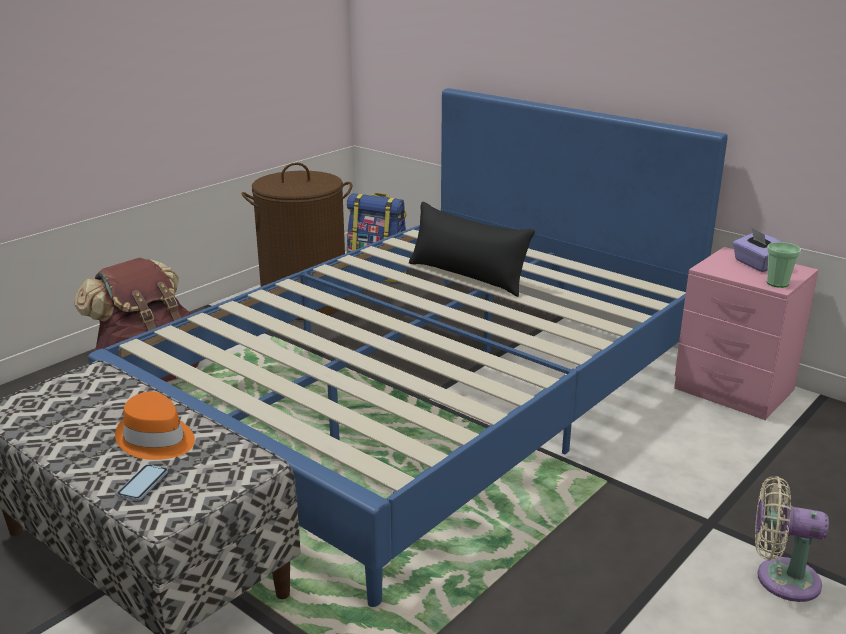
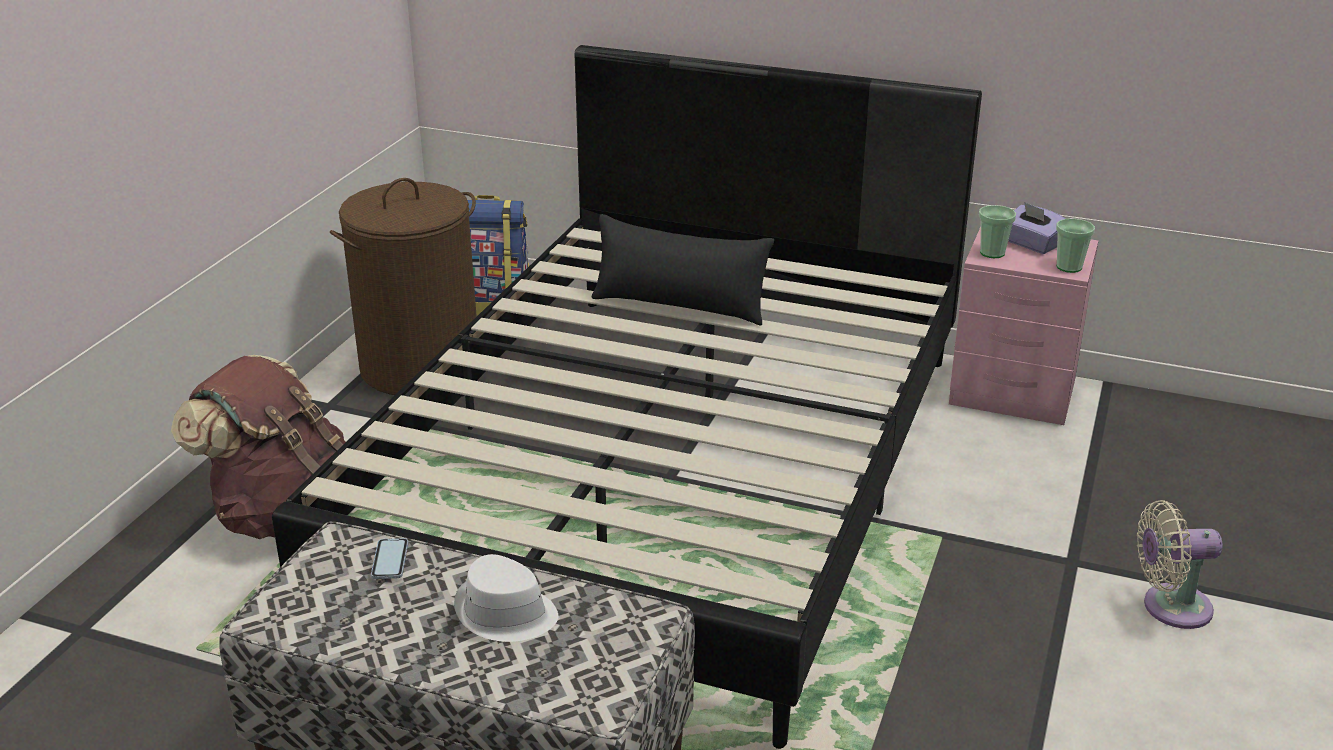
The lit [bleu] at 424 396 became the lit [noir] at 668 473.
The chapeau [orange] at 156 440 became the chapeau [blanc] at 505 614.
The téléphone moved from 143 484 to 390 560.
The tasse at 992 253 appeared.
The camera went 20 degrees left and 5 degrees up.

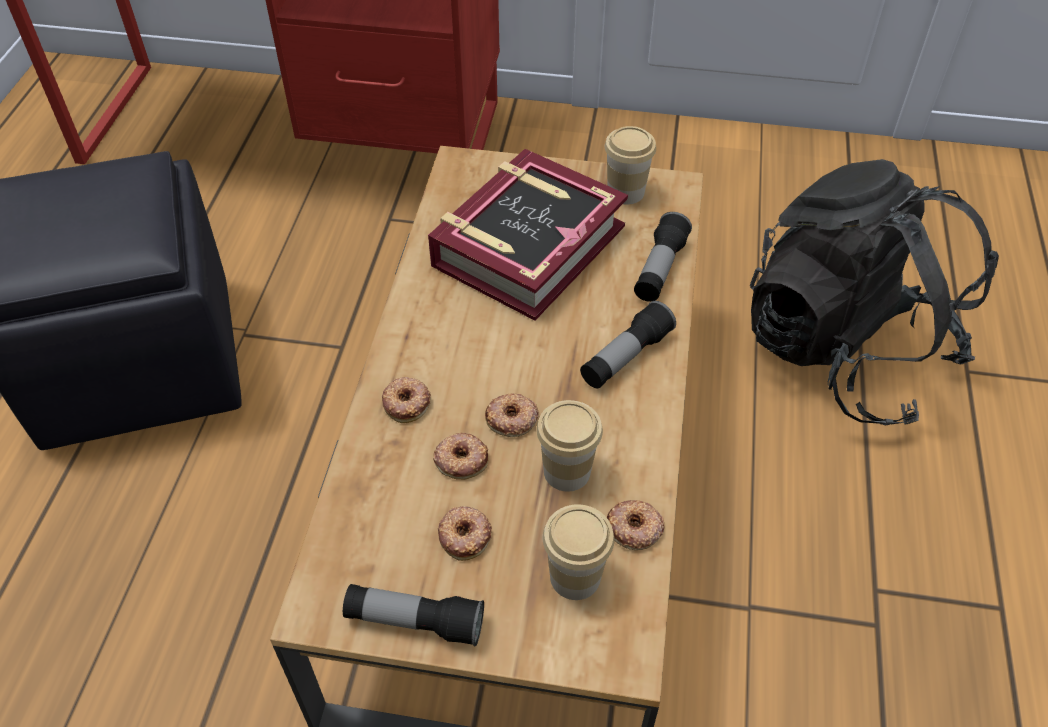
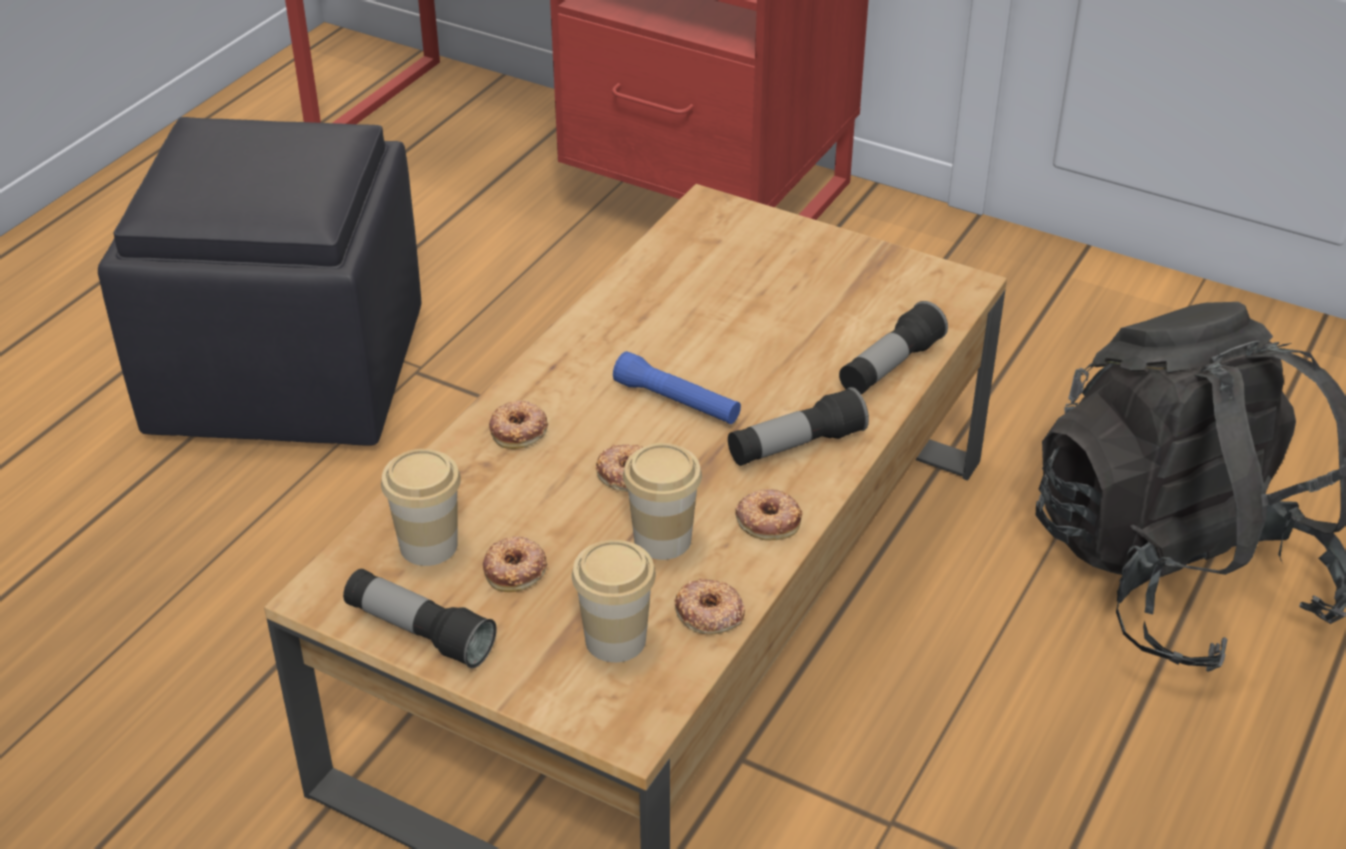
The livre at 527 246 disappeared.
The beignet moved from 461 459 to 768 519.
The tasse moved from 625 192 to 428 545.
The lampe de poche [bleu] at 677 402 appeared.
The camera went 20 degrees right and 10 degrees down.

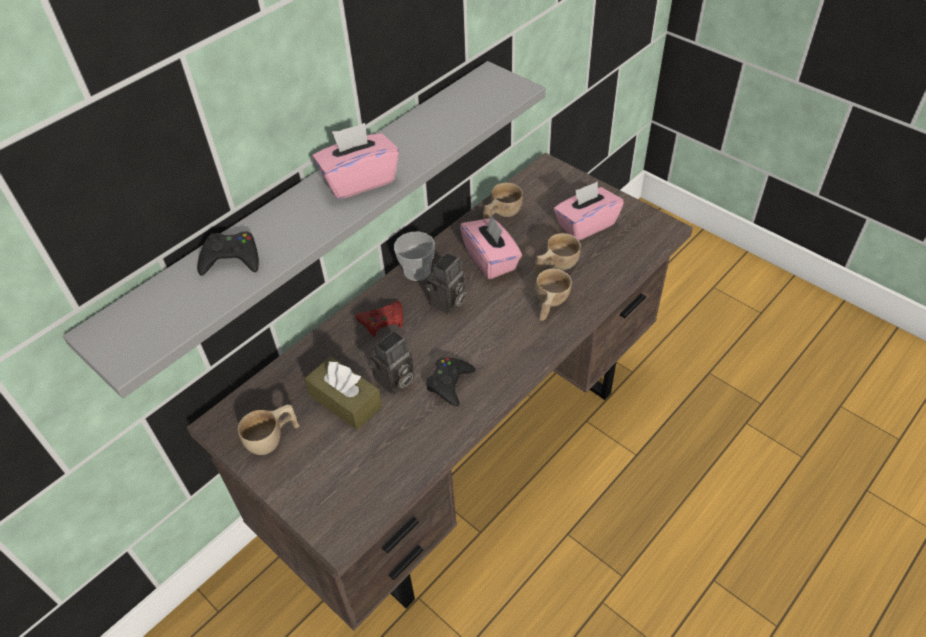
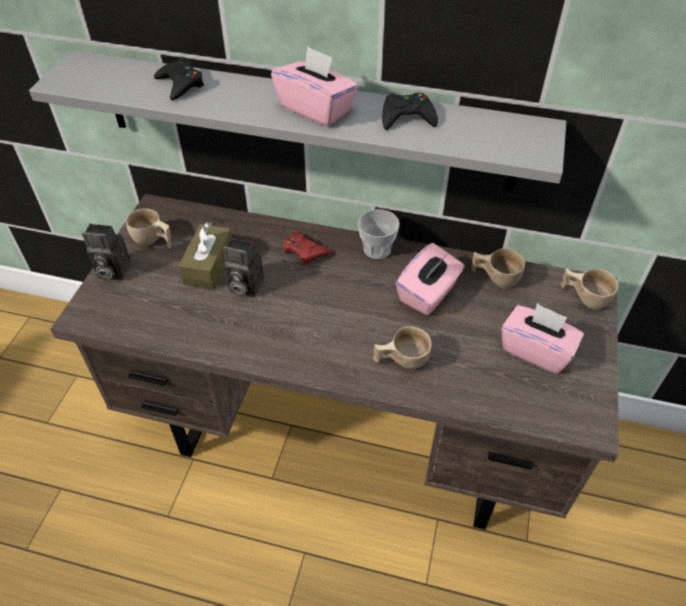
The appareil photo moved from 447 303 to 111 271.
The manette [noir] moved from 449 383 to 407 117.
The tasse [beige] moved from 555 266 to 584 297.
The camera went 60 degrees right and 0 degrees up.

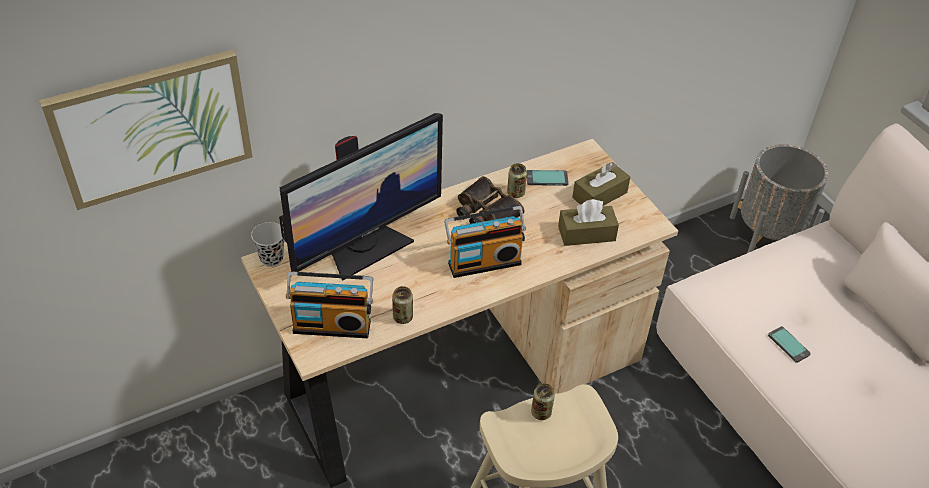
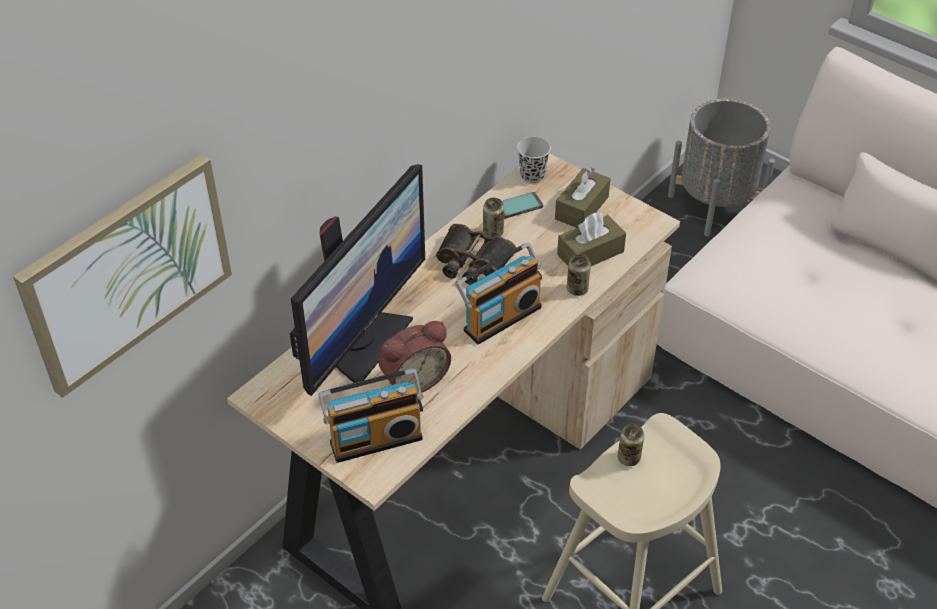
The tasse [noir] moved from 271 258 to 532 175.
The boîte métallique moved from 403 317 to 577 289.
The téléphone at 788 345 disappeared.
The réveil at 413 379 appeared.
The camera went 20 degrees left and 0 degrees up.

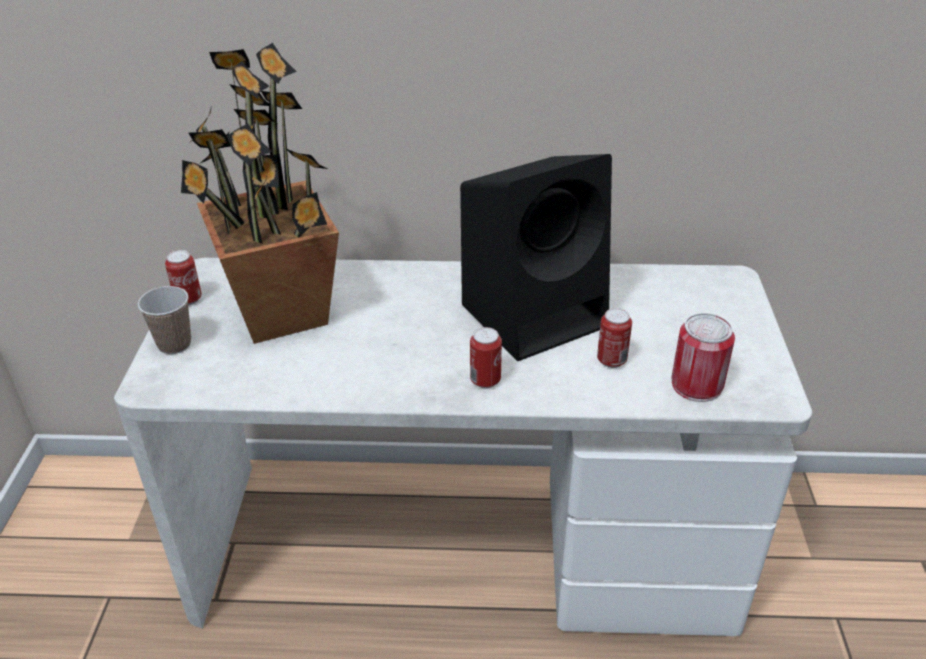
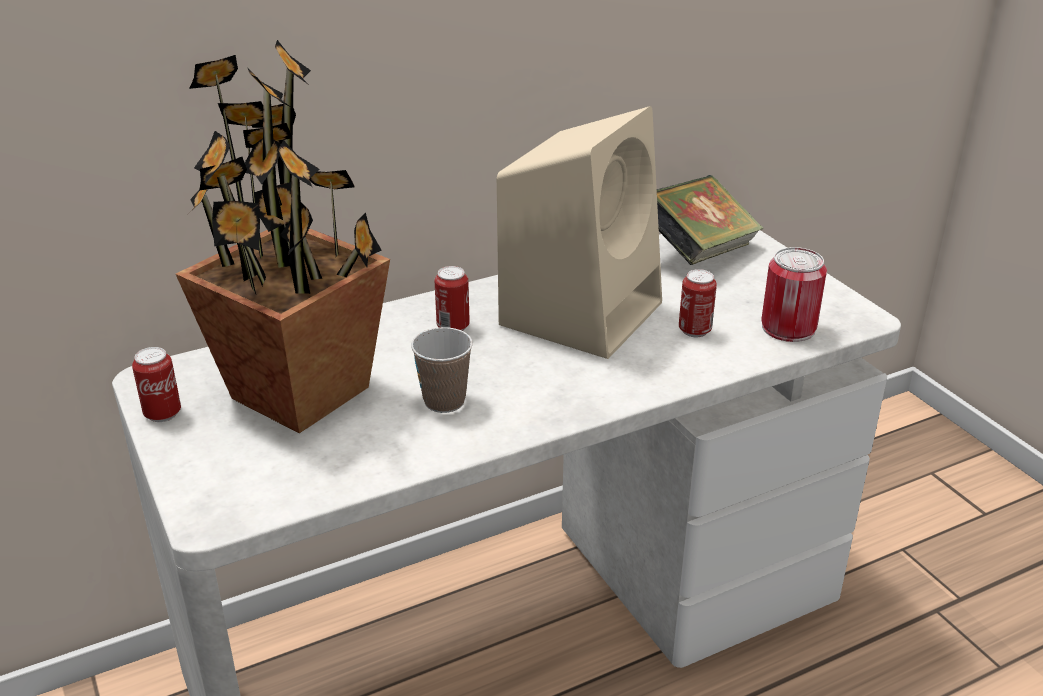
The tasse moved from 174 344 to 444 401.
The enceinte [noir] at 536 314 became the enceinte [beige] at 582 311.
The boîte métallique moved from 485 380 to 453 327.
The livre at 698 253 appeared.
The camera went 30 degrees left and 5 degrees down.

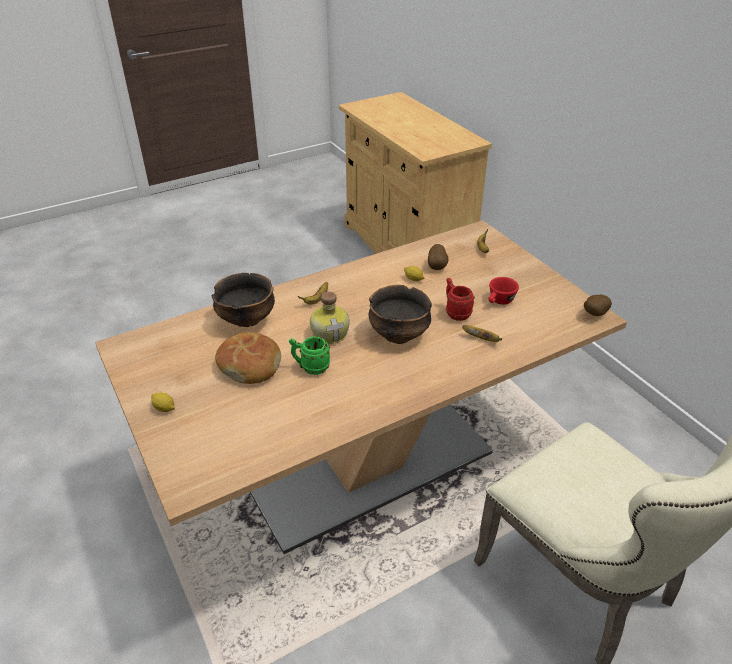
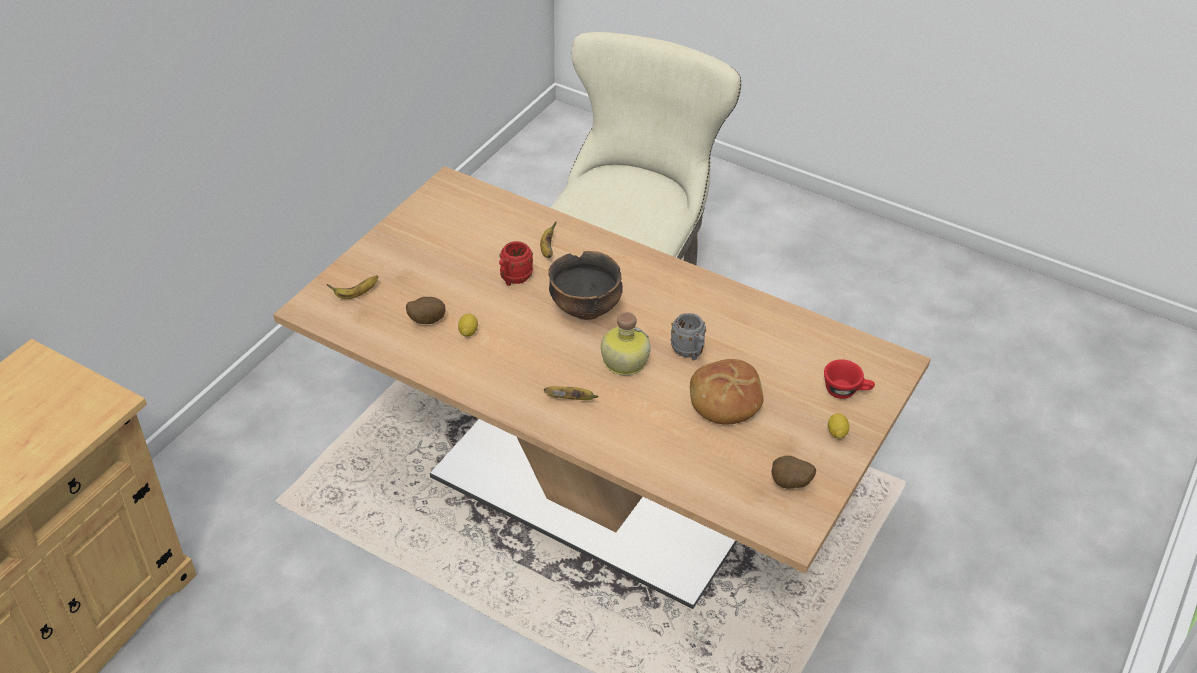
The bol at 247 320 disappeared.
The mug [vert] at 310 367 became the mug [gris] at 689 353.
The tasse [rouge] moved from 499 302 to 846 391.
The pomme de terre moved from 593 314 to 790 484.
The camera went 120 degrees left and 5 degrees up.

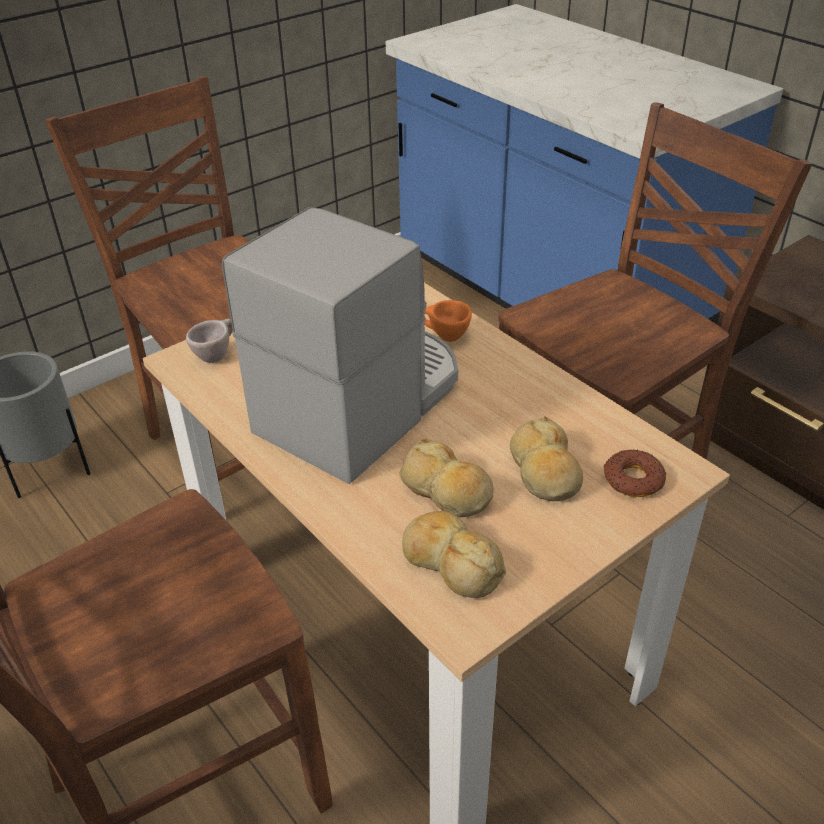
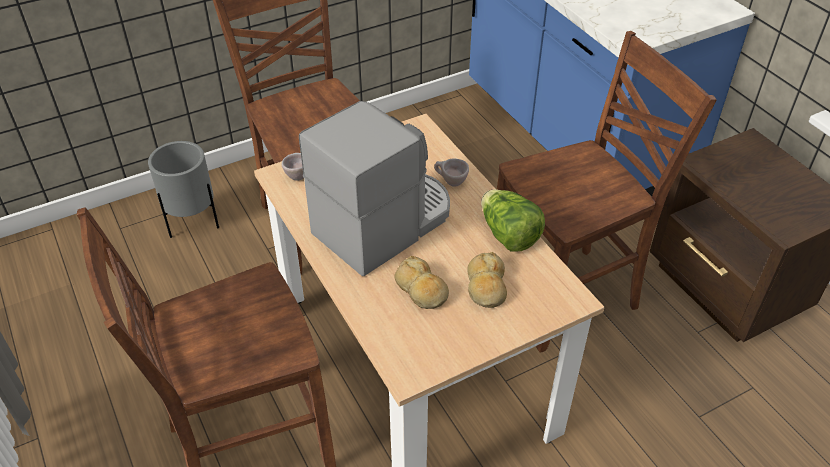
The pain at 451 563 disappeared.
The tasse [orange] at 444 337 became the tasse [beige] at 450 182.
The beignet at 633 479 disappeared.
The laitue at 508 235 appeared.
The camera went 10 degrees right and 5 degrees up.

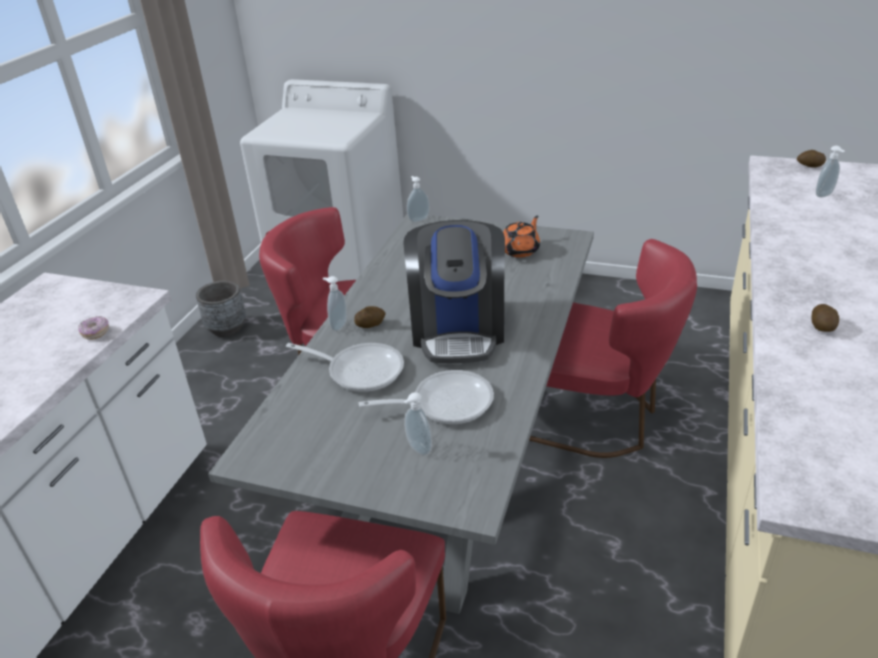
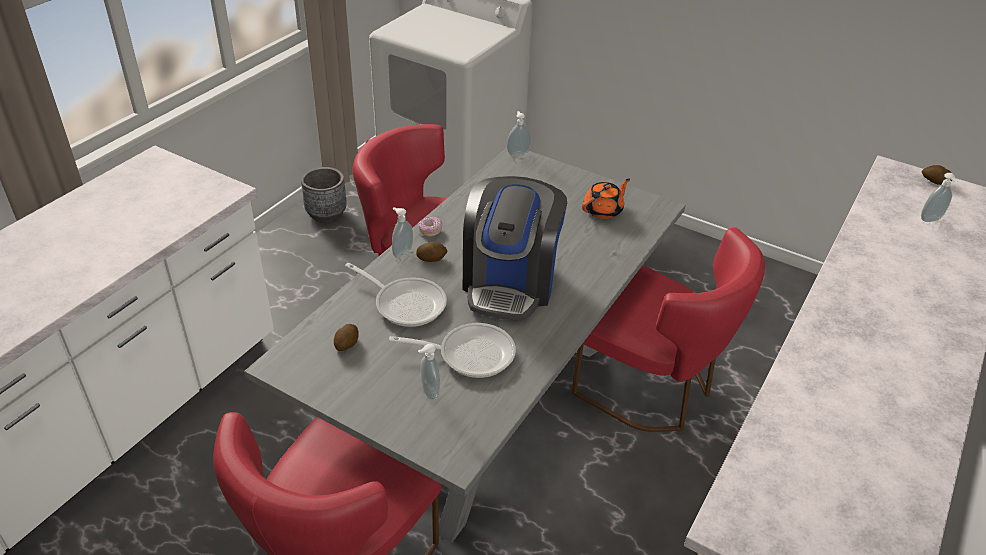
The beignet moved from 96 333 to 430 231.
The pomme de terre moved from 822 327 to 347 345.
The camera went 10 degrees right and 5 degrees up.

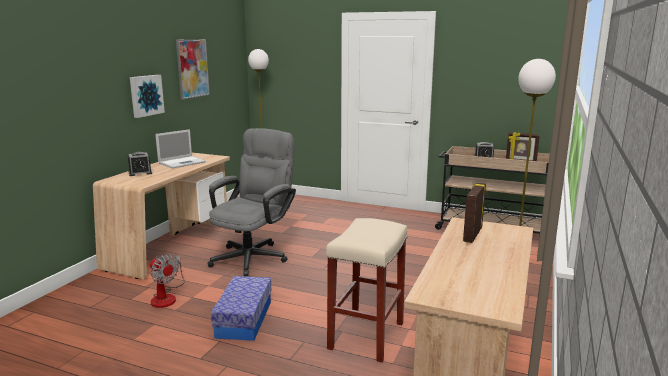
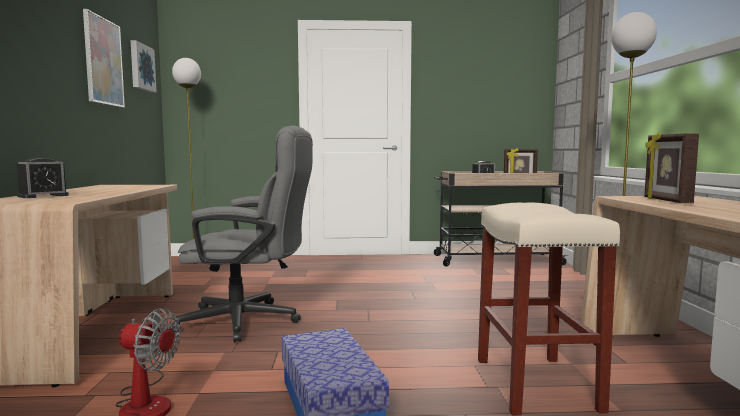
The tableau moved from 146 95 to 141 67.
The ordinateur portable at 183 162 disappeared.
The chaise de bureau [gris] at 254 256 turned 90 degrees clockwise.
The camera went 25 degrees left and 10 degrees down.

